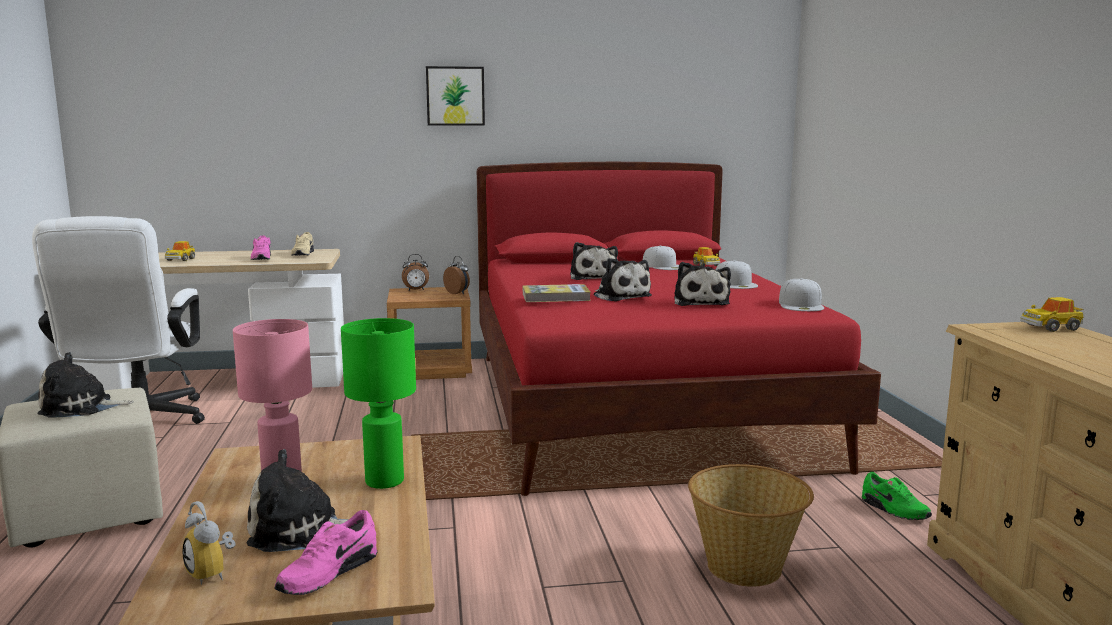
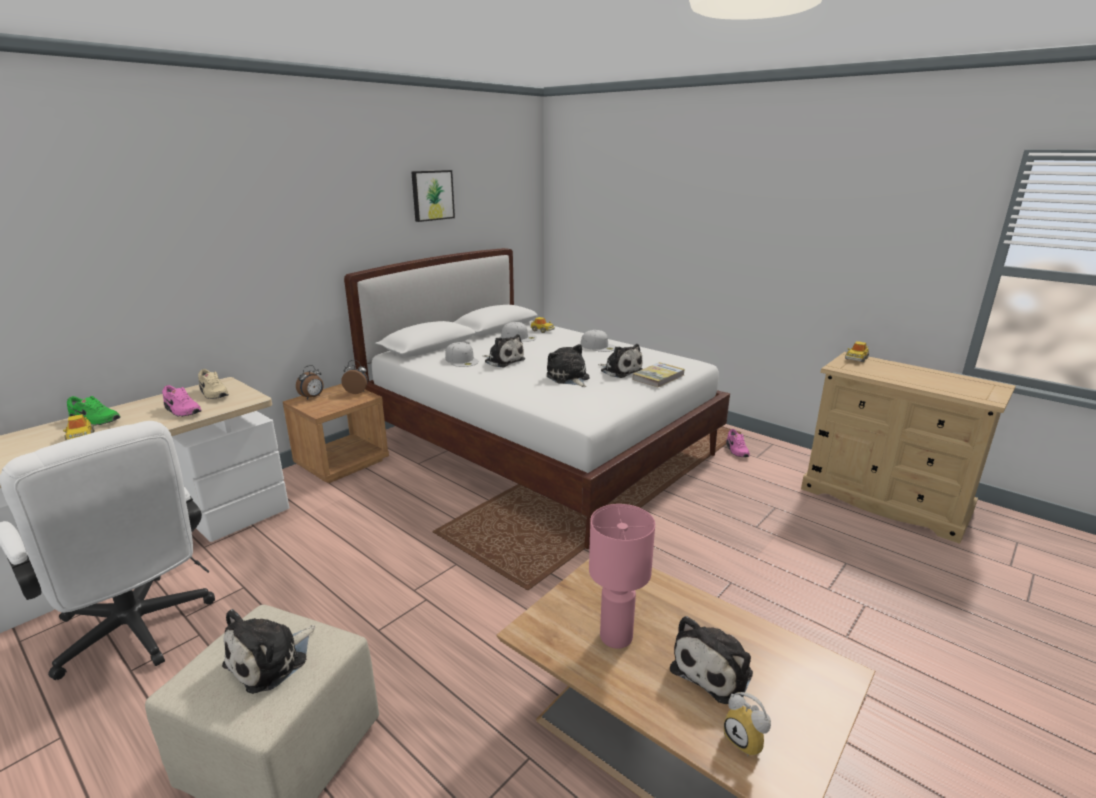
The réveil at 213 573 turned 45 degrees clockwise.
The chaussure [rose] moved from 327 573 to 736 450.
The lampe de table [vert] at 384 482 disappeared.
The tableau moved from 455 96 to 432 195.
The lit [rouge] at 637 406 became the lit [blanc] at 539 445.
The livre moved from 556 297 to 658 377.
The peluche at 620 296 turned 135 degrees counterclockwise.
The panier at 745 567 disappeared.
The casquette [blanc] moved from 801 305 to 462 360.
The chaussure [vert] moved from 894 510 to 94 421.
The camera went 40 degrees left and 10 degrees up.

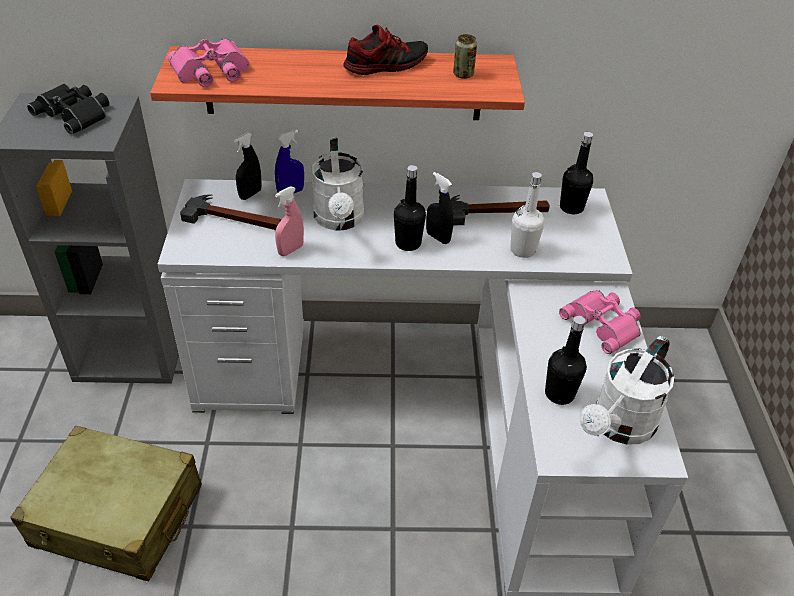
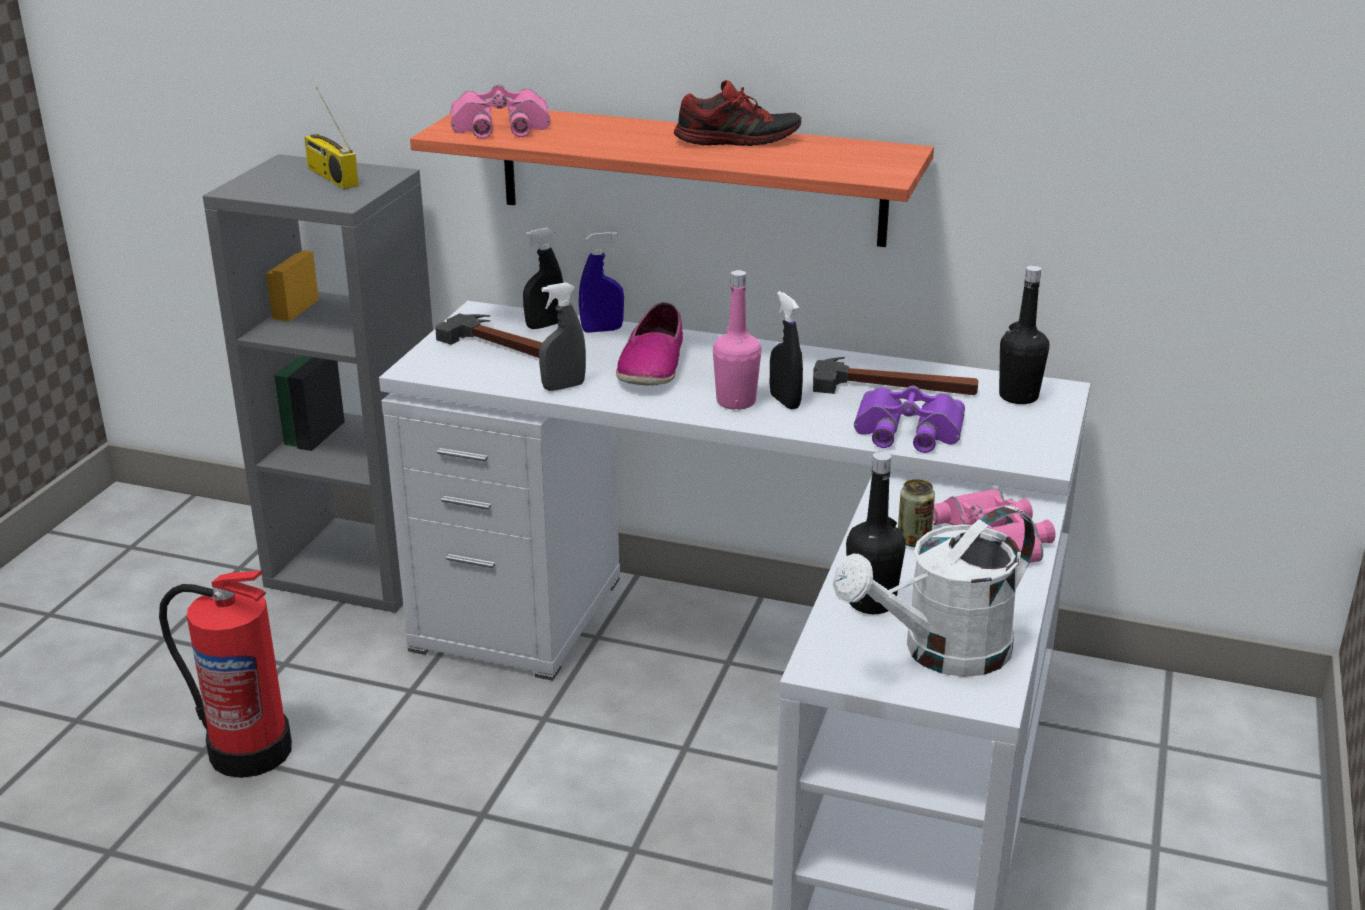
The valise [beige] at 118 516 was replaced by the extincteur at 248 749.
The jumelles [noir] at 75 113 was replaced by the radio at 330 176.
The vaporisateur [rose] at 290 250 became the vaporisateur [gris] at 563 387.
The arrosoir [blanc] at 339 221 was replaced by the chaussure at 652 366.
The bouteille [noir] at 408 243 became the bouteille [rose] at 736 402.
The boîte métallique moved from 463 74 to 913 540.
The bouteille [blanc] at 523 250 was replaced by the jumelles [violet] at 907 431.
The camera went 20 degrees right and 15 degrees down.

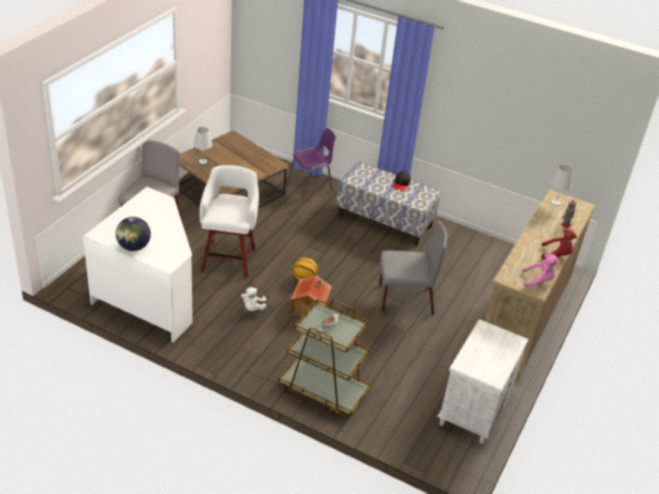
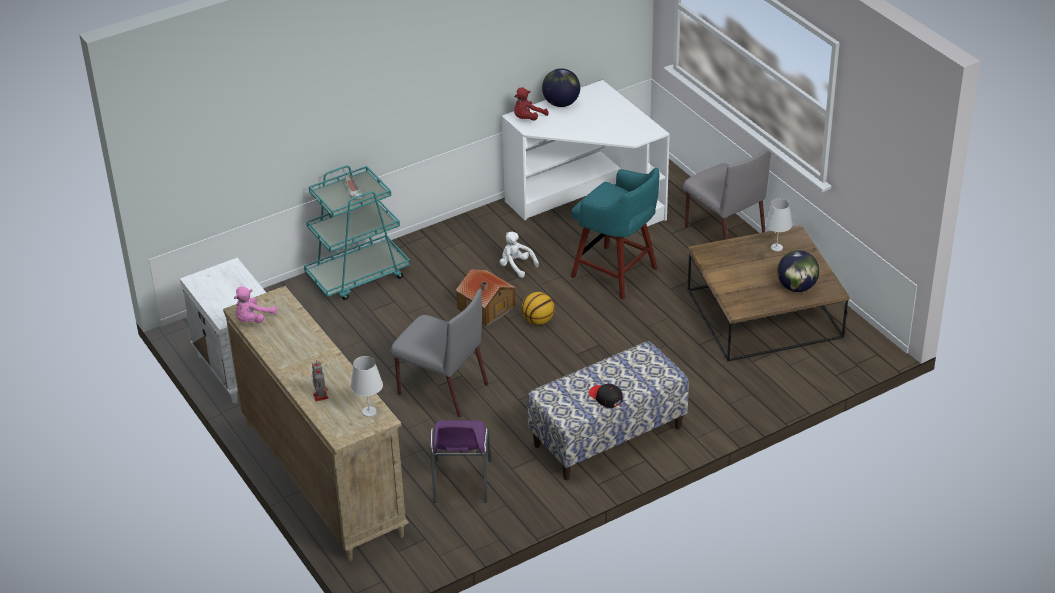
The tabouret [blanc] at 229 258 became the tabouret [turquoise] at 616 274.
The chariot [marron] at 323 390 became the chariot [turquoise] at 358 276.
The chaise [violet] moved from 310 187 to 461 483.
The chaise [gris] at 404 299 turned 90 degrees counterclockwise.
The peluche [rouge] moved from 556 255 to 528 118.
The globe at 796 287 appeared.
The camera went 125 degrees right and 0 degrees up.

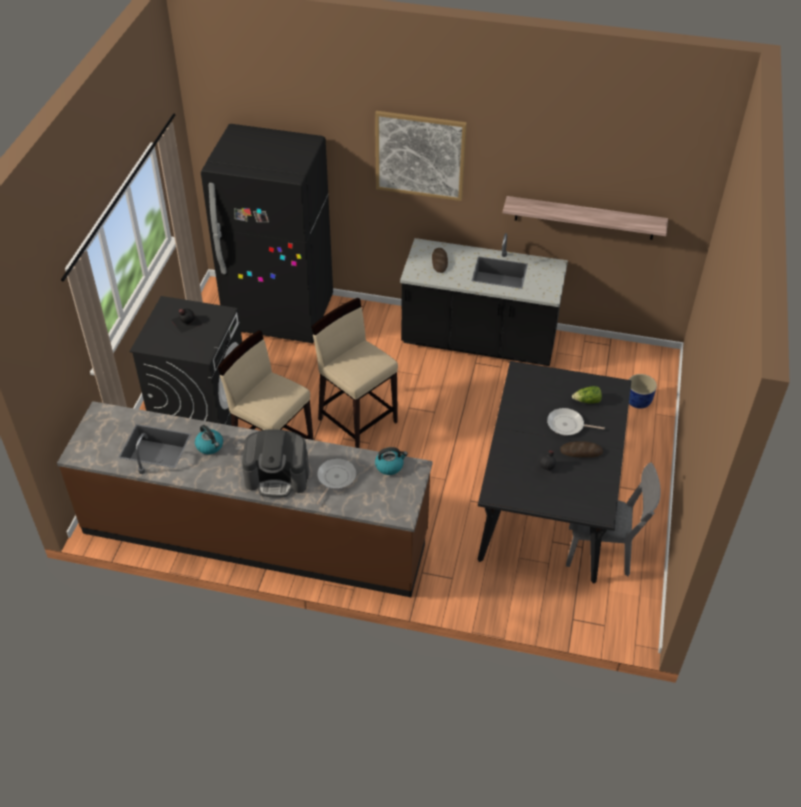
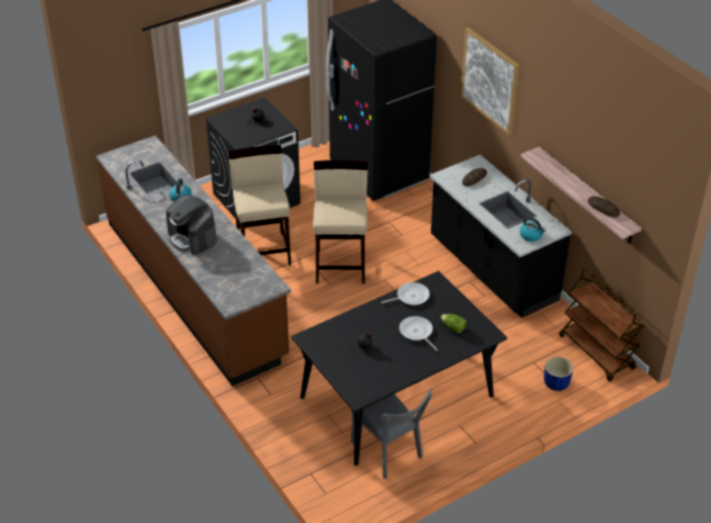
The poêle moved from 335 478 to 410 296.
The bouilloire moved from 389 466 to 531 235.
The pain moved from 581 452 to 603 208.
The chariot [marron] at 597 352 appeared.
The camera went 45 degrees right and 5 degrees down.

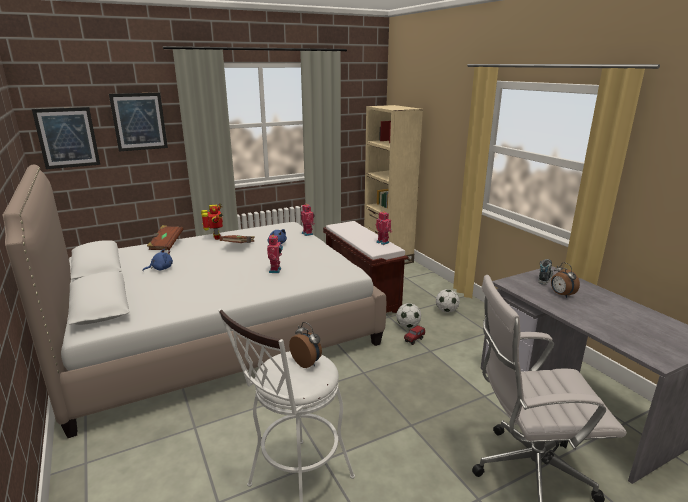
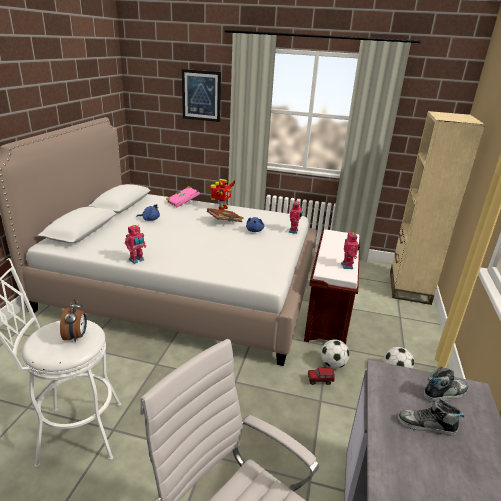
The tableau at 67 137 disappeared.
The livre [marron] at 166 244 became the livre [rose] at 182 202.
The robot jouet moved from 276 270 to 137 260.
The réveil at 561 295 was replaced by the chaussure at 426 425.
The camera went 40 degrees right and 5 degrees up.

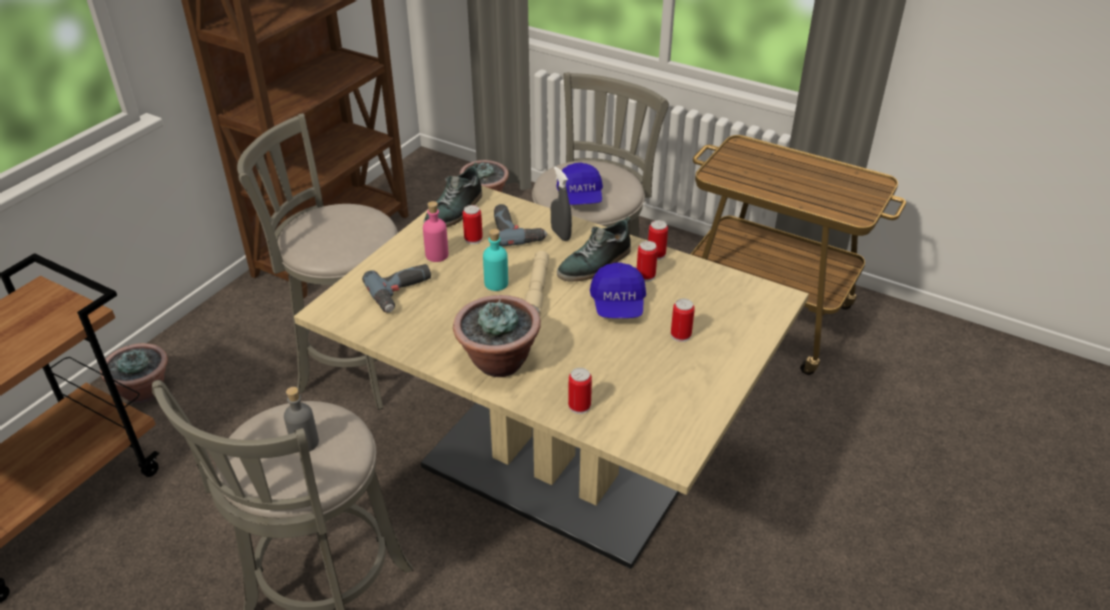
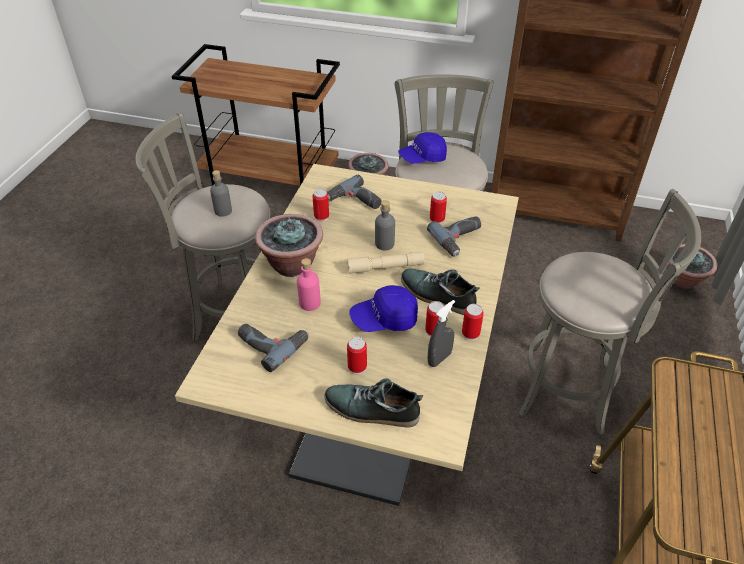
The bouteille [rose] moved from 437 255 to 310 303.
The chaussure moved from 455 210 to 372 410.
The bouteille [turquoise] at 496 283 became the bouteille [gris] at 384 244.
The vaporisateur [gris] moved from 560 234 to 439 359.
The casquette [bleu] moved from 580 197 to 422 158.
The boîte métallique moved from 579 406 to 321 217.
The perceuse at 272 343 appeared.
The camera went 75 degrees right and 5 degrees up.

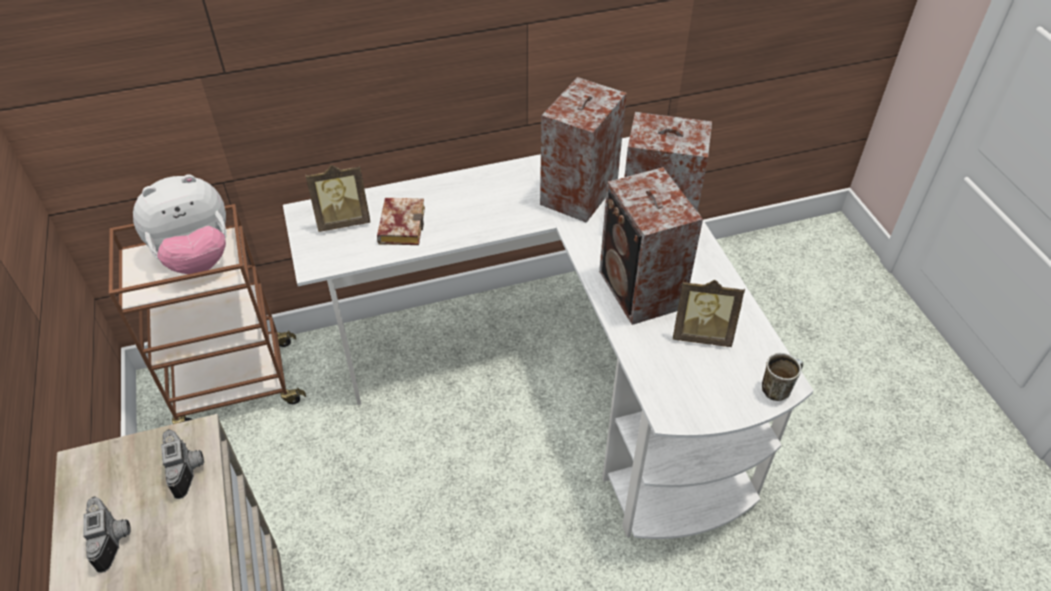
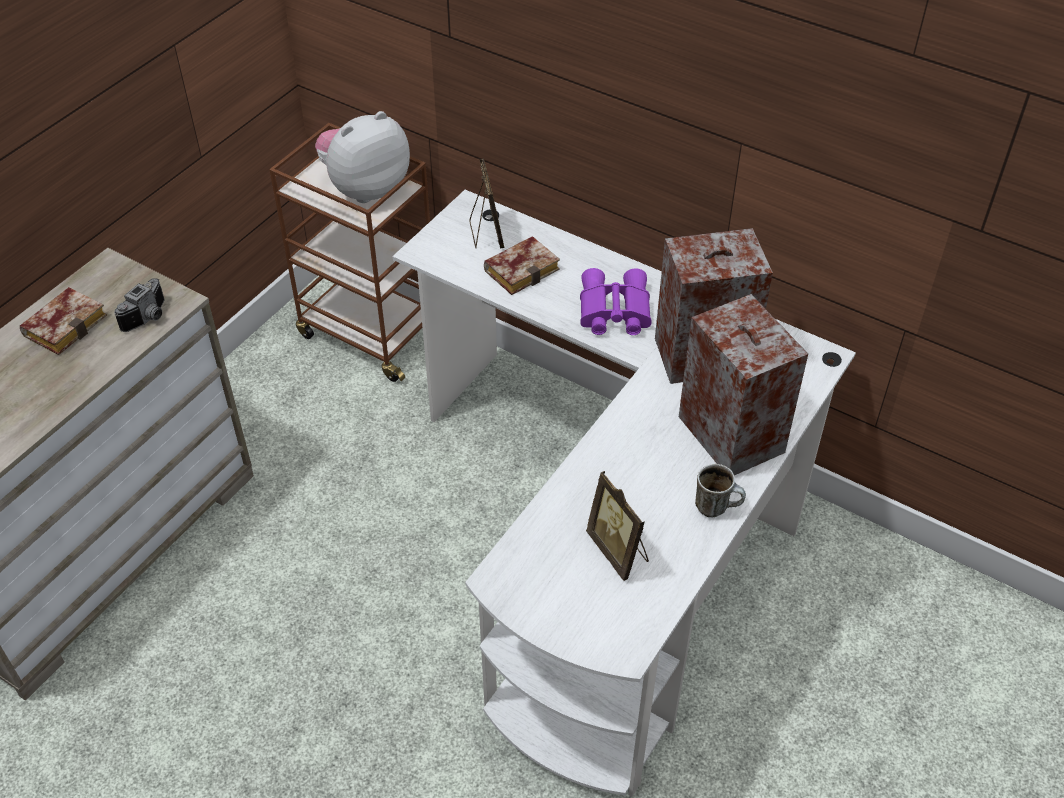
The appareil photo at 115 538 was replaced by the livre at 66 324.
The peluche at 196 257 turned 120 degrees clockwise.
The cadre photo at 343 221 turned 135 degrees counterclockwise.
The enceinte at 641 292 disappeared.
The mug moved from 778 388 to 717 507.
The jumelles [violet] at 612 311 appeared.
The camera went 50 degrees right and 0 degrees up.

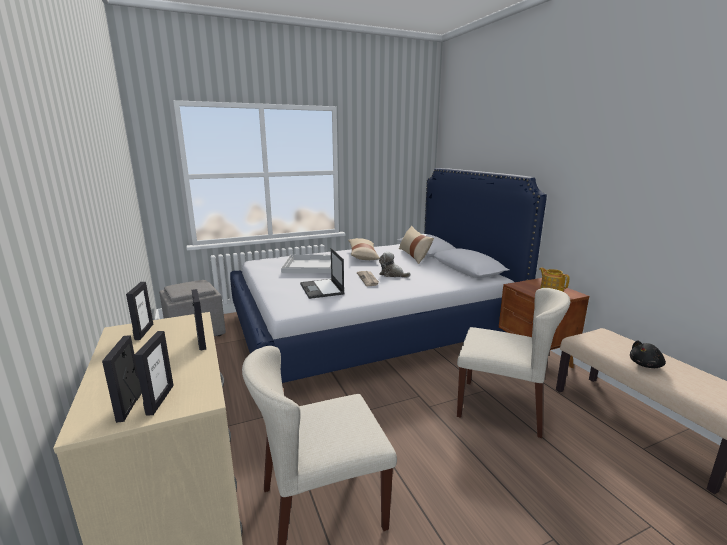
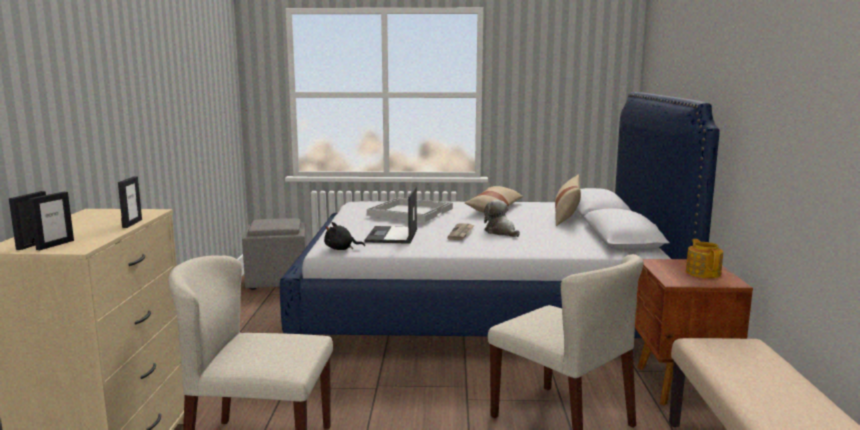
The cadre photo at 144 332 disappeared.
The peluche [noir] moved from 646 365 to 341 249.
The camera went 25 degrees right and 5 degrees down.

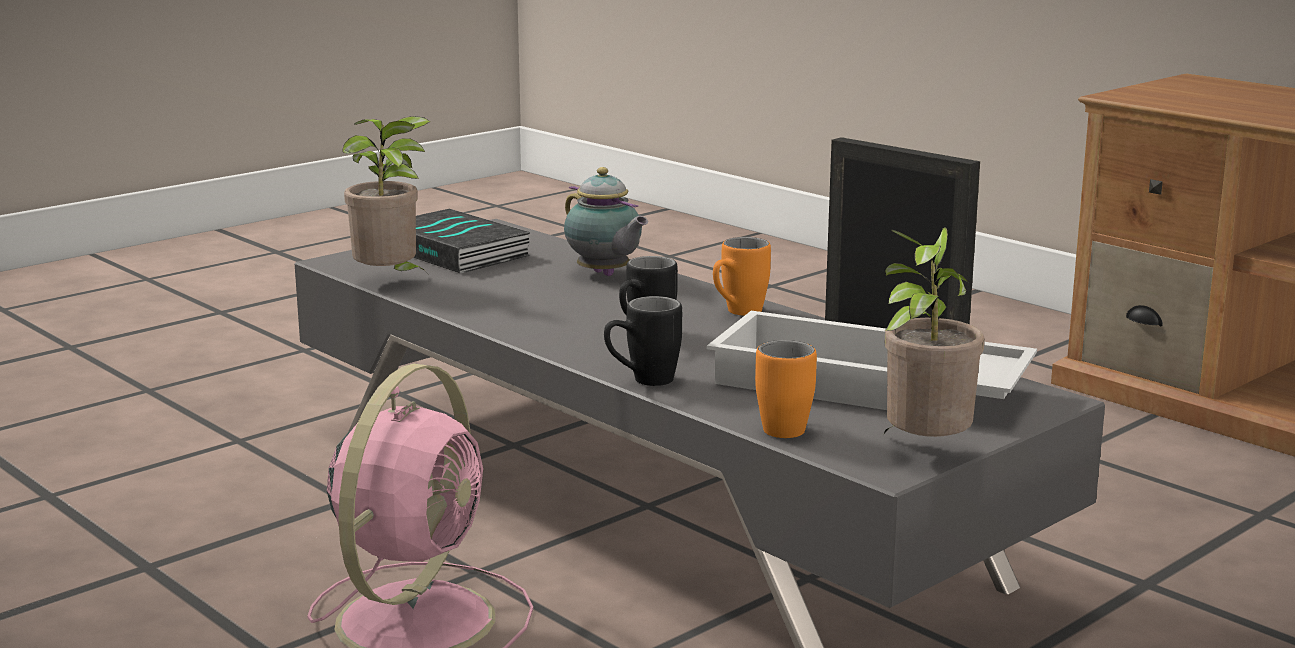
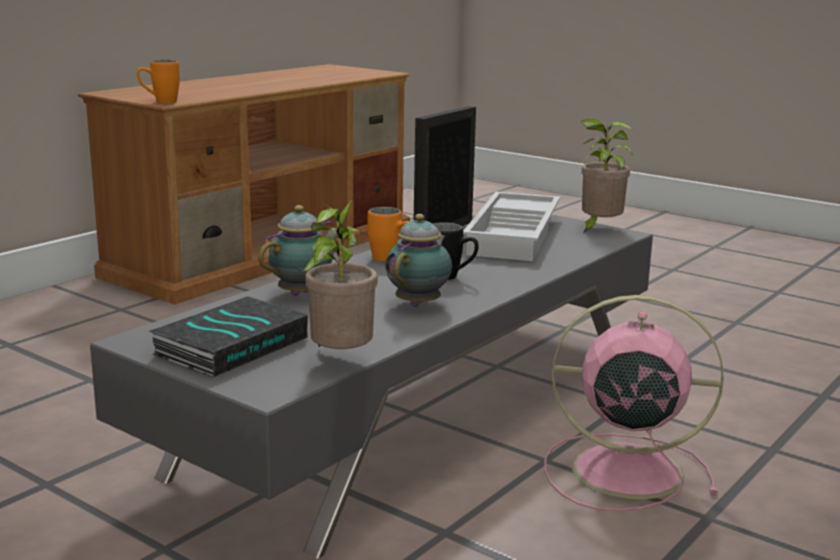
The mug [noir] at 642 381 disappeared.
The mug [orange] moved from 779 425 to 159 102.
The théière at 420 303 appeared.
The camera went 100 degrees left and 0 degrees up.

